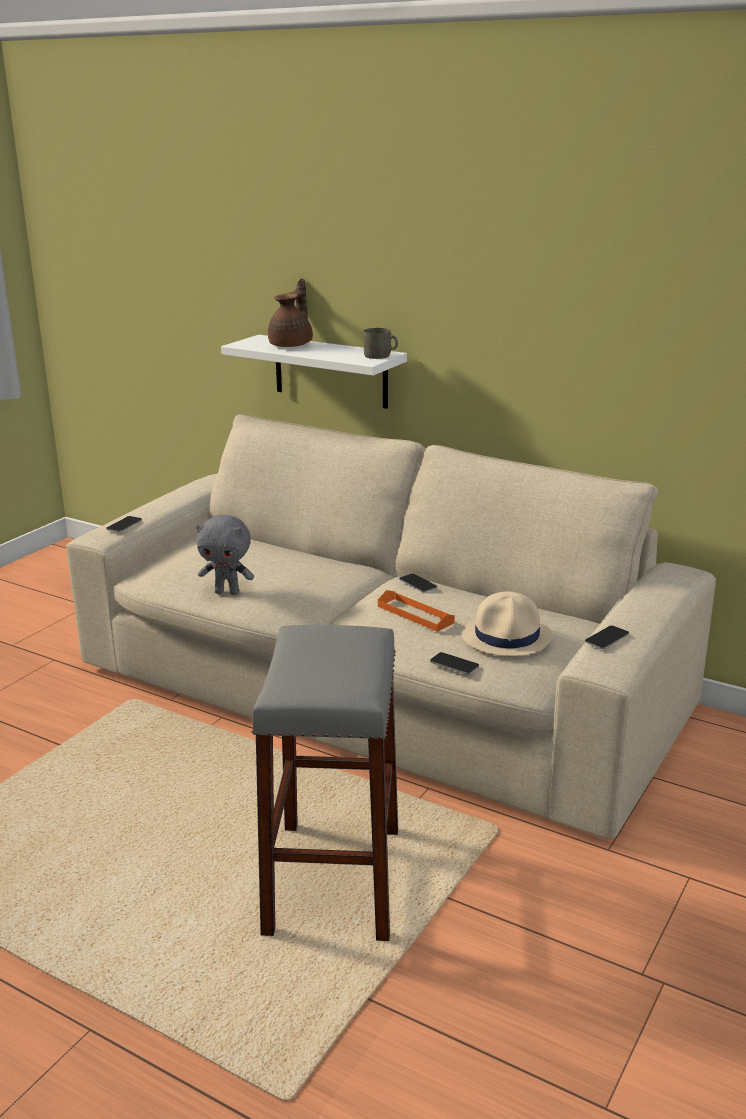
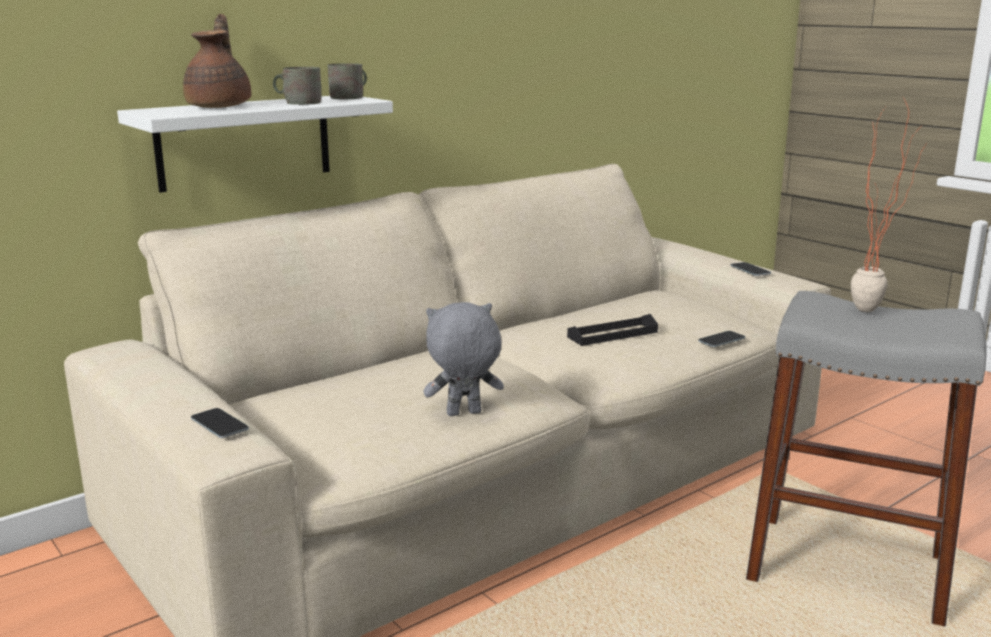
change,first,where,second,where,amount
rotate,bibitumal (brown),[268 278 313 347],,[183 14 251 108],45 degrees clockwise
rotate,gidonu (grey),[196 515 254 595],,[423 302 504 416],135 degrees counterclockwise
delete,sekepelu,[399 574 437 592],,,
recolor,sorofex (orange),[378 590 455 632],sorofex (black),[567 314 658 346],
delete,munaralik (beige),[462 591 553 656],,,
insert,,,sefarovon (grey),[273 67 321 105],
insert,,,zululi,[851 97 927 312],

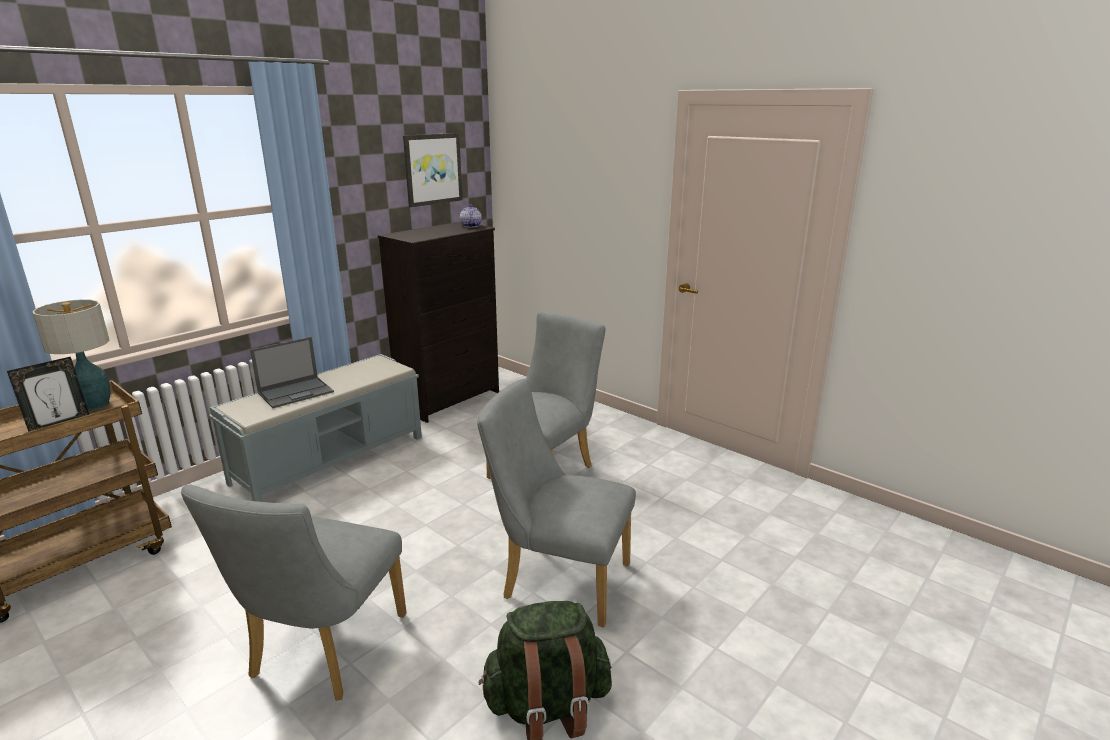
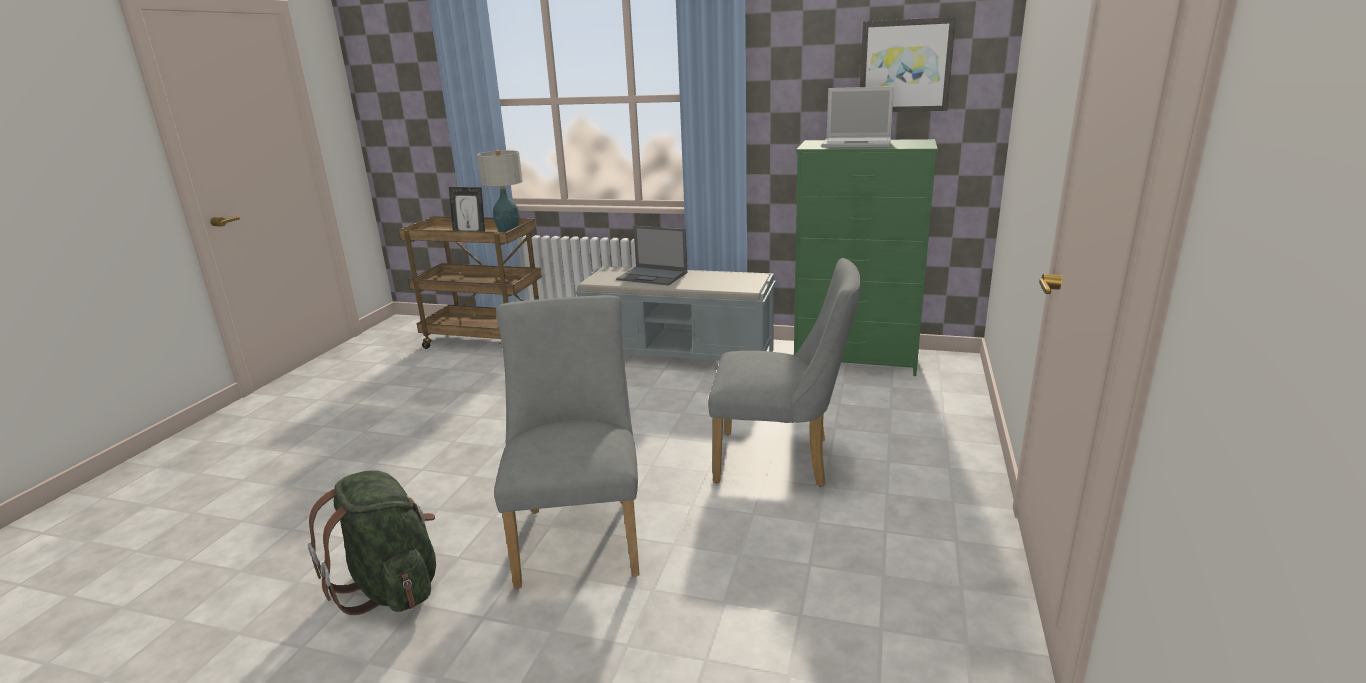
change,first,where,second,where,amount
delete,bibitumal,[460 204 482 228],,,
recolor,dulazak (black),[378 222 499 423],dulazak (green),[794 139 938 376],
delete,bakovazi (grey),[181 484 407 701],,,
insert,,,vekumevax,[822 86 894 147],

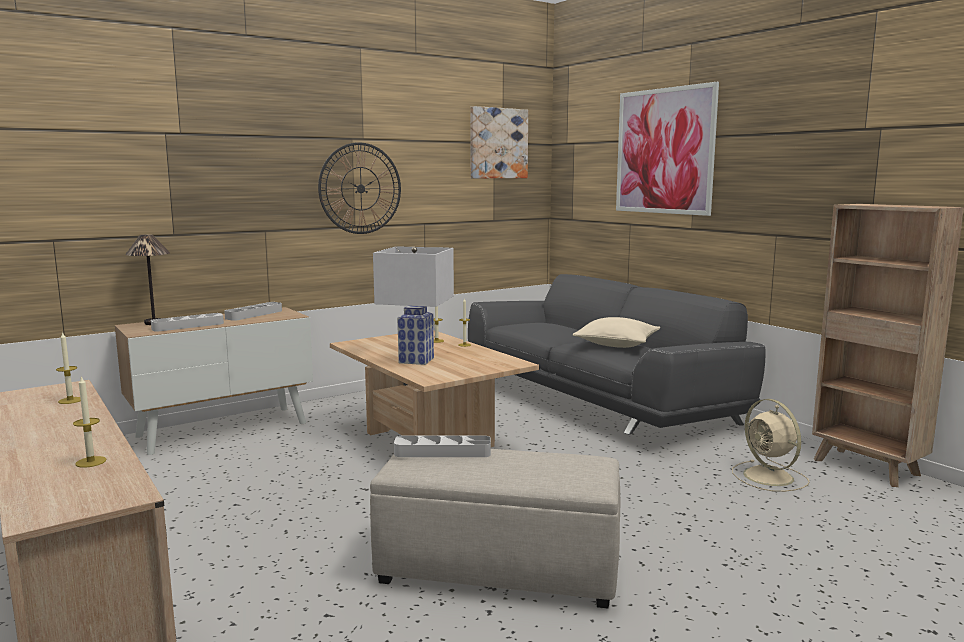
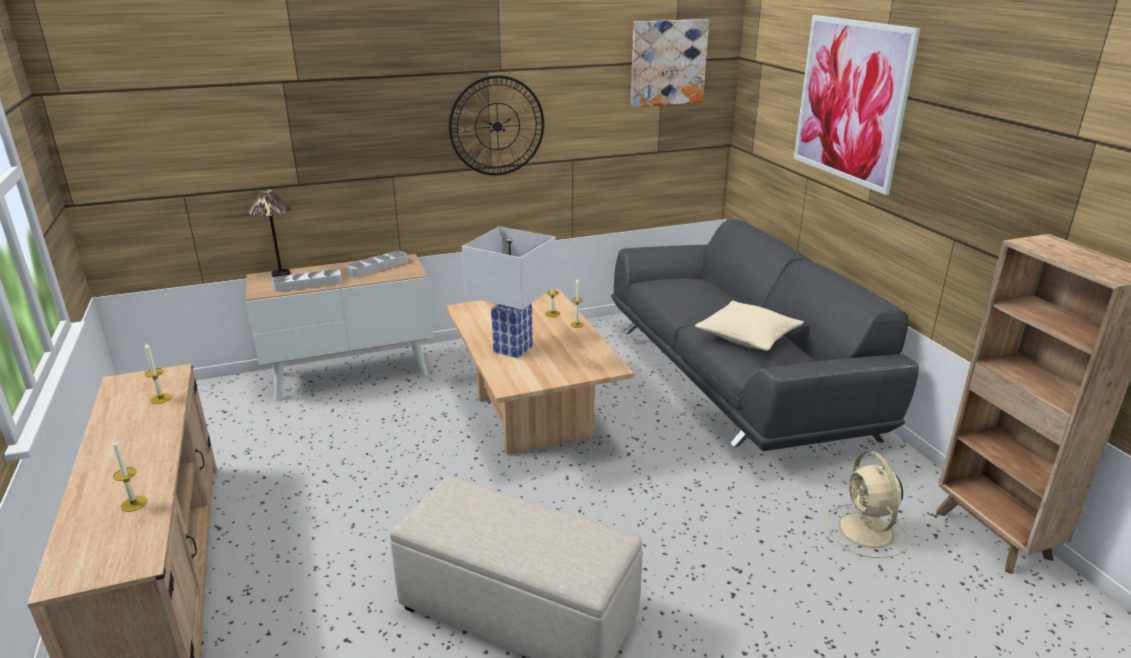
change,first,where,second,where,amount
delete,sorofex (grey),[394 435 491 457],,,

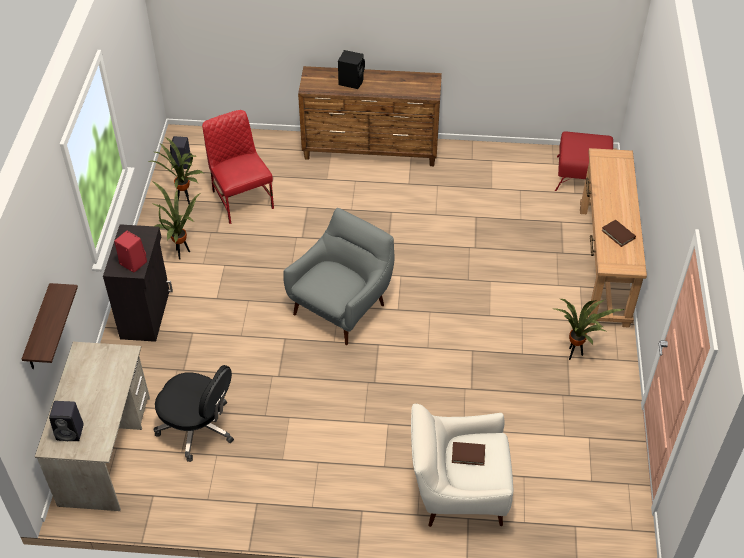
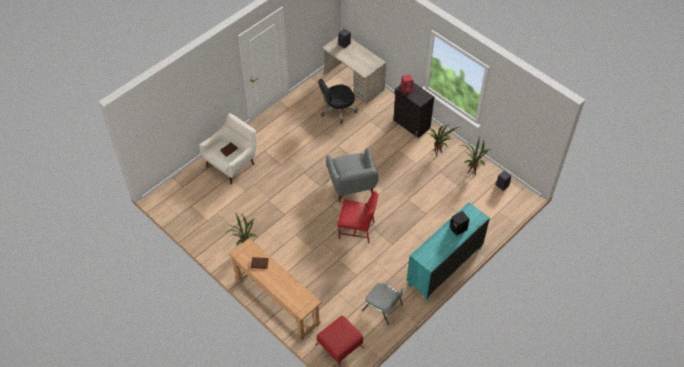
change,first,where,second,where,amount
recolor,dulazak (brown),[298 66 442 166],dulazak (turquoise),[407 202 490 300],
move,bakovazi (red),[202 110 274 224],,[337 191 378 244],
delete,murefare,[22 283 78 369],,,
insert,,,bakovazi (grey),[362 283 403 325],

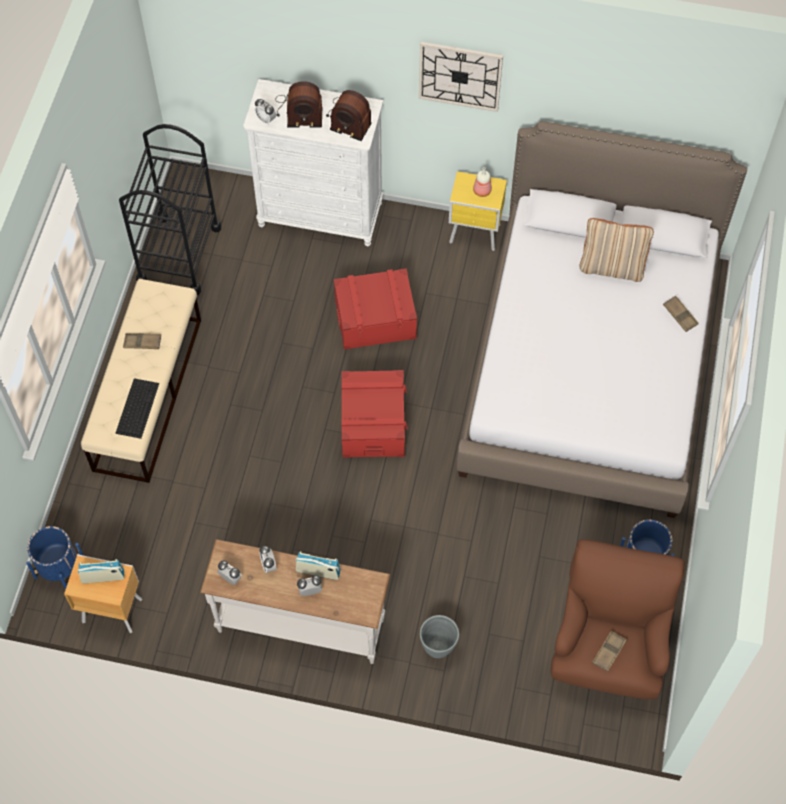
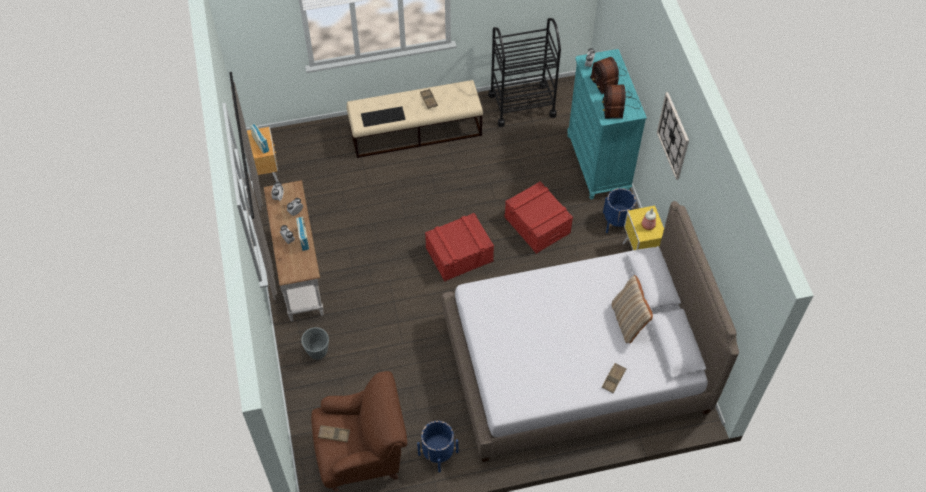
change,first,where,second,where,amount
recolor,dulazak (white),[243 79 383 247],dulazak (turquoise),[567 49 647 200],
move,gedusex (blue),[26 526 84 590],,[603 188 636 233],

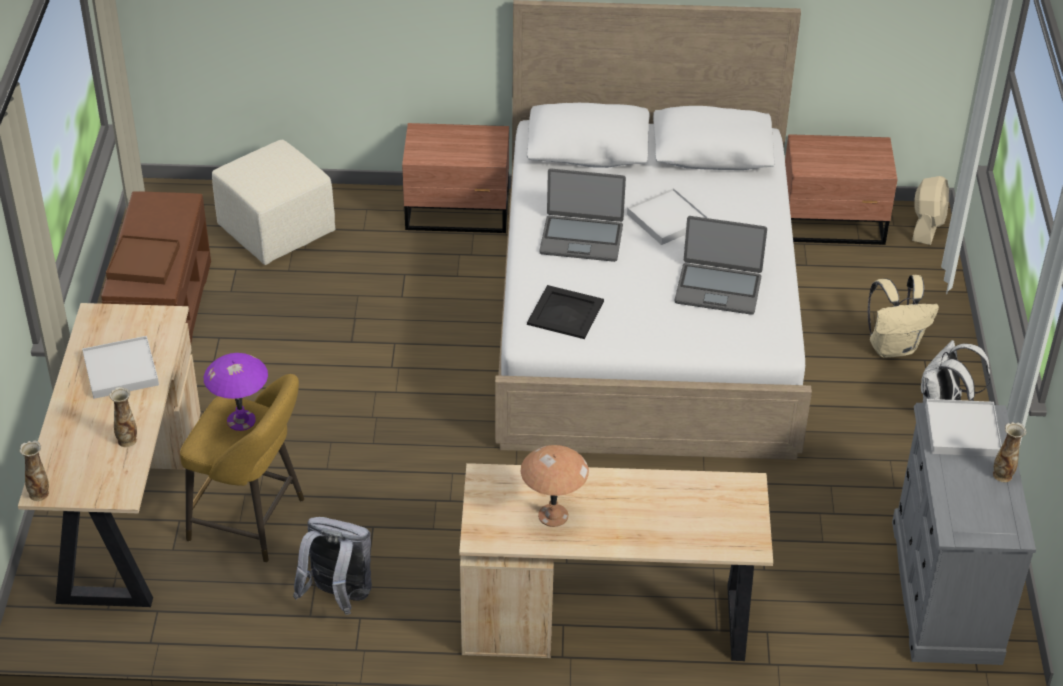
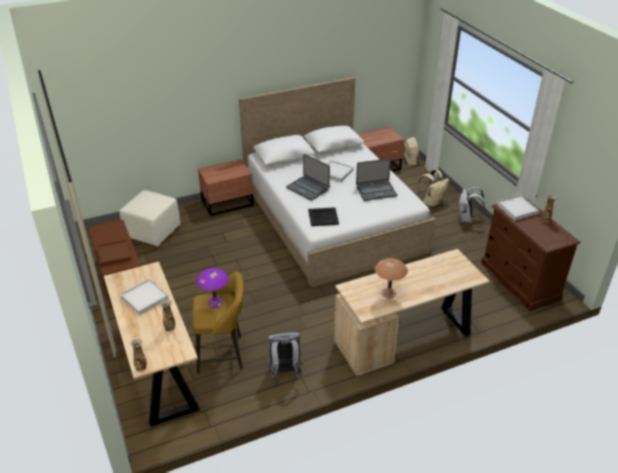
change,first,where,second,where,amount
rotate,vekumevax,[539 169 626 262],,[286 154 330 201],60 degrees clockwise
recolor,dulazak (grey),[892 403 1036 665],dulazak (brown),[481 196 580 311],

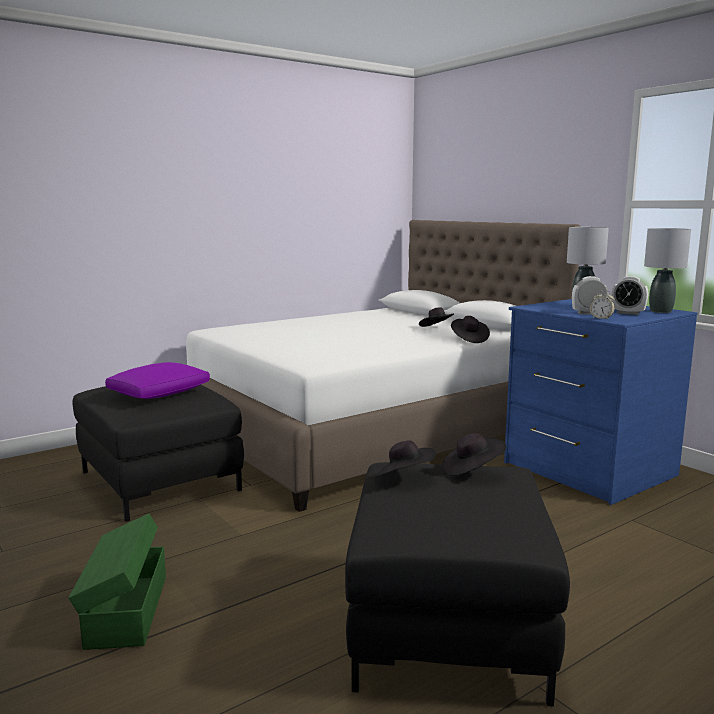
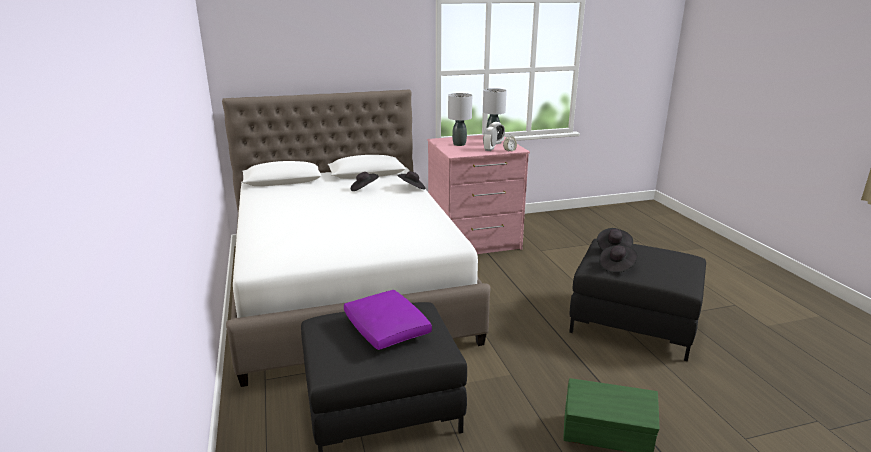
change,first,where,second,where,amount
recolor,dulazak (blue),[504 299 698 505],dulazak (pink),[427 135 530 254],

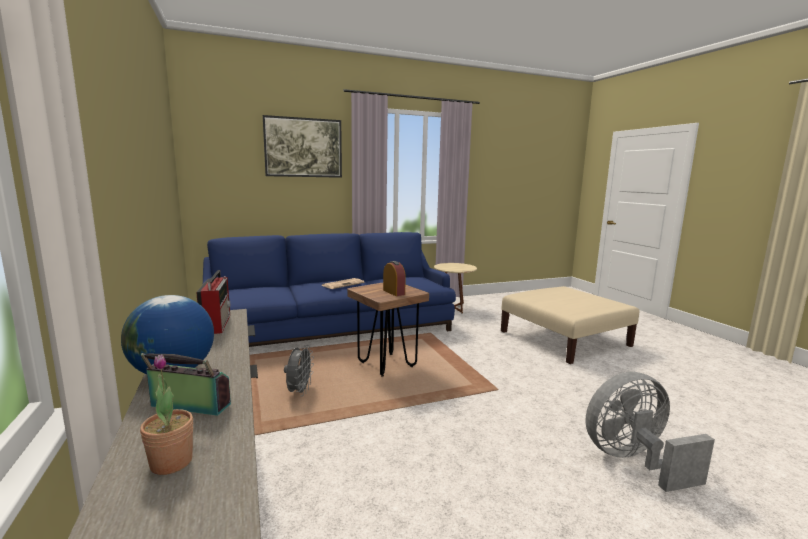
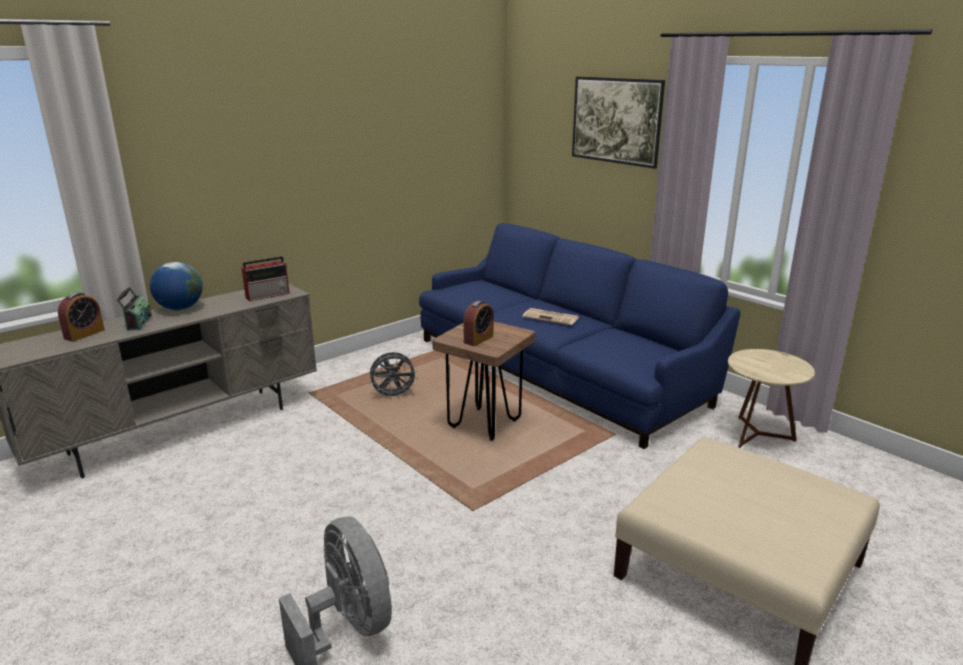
change,first,where,second,where,amount
replace,zululi,[140 354 193 475],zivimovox,[58 292 105 342],

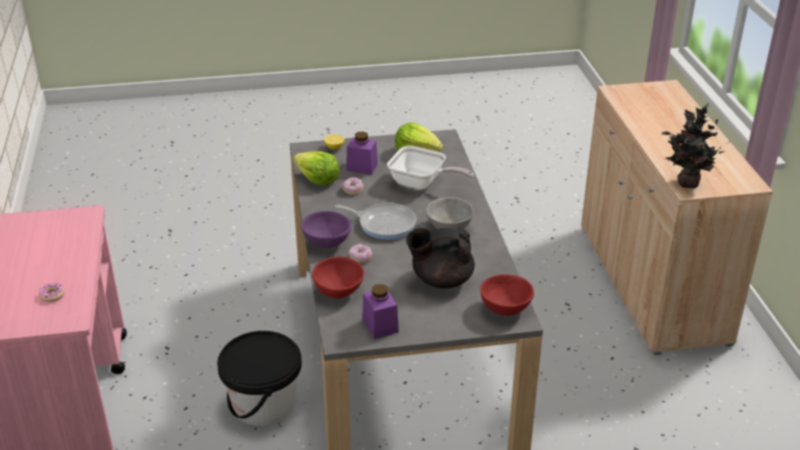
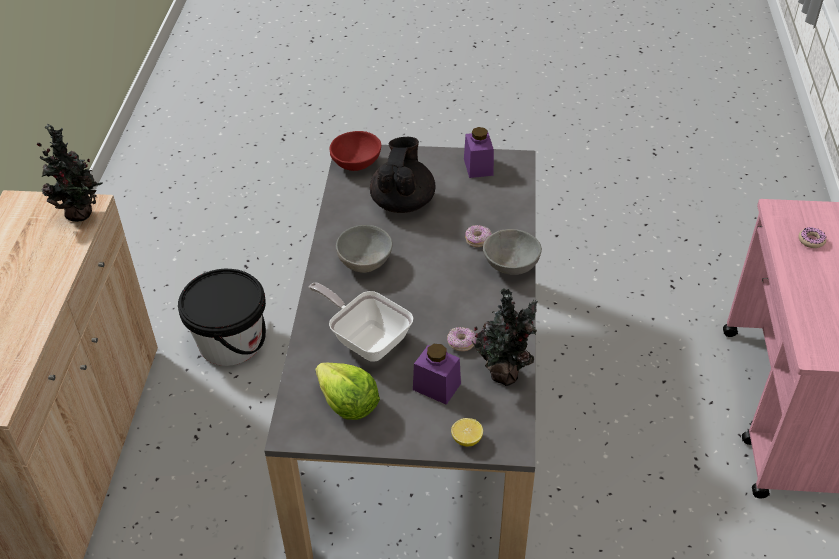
change,first,where,second,where,amount
replace,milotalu,[293 151 340 186],zululi,[472 288 538 386],
delete,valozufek,[335 203 416 240],,,
recolor,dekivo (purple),[301 211 351 248],dekivo (grey),[483 229 542 275],
rotate,bibitumal (black),[406 227 475 289],,[370 137 436 213],90 degrees counterclockwise
delete,dekivo (red),[312 257 364 299],,,
move,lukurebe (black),[217 331 302 426],,[178 269 266 366],

